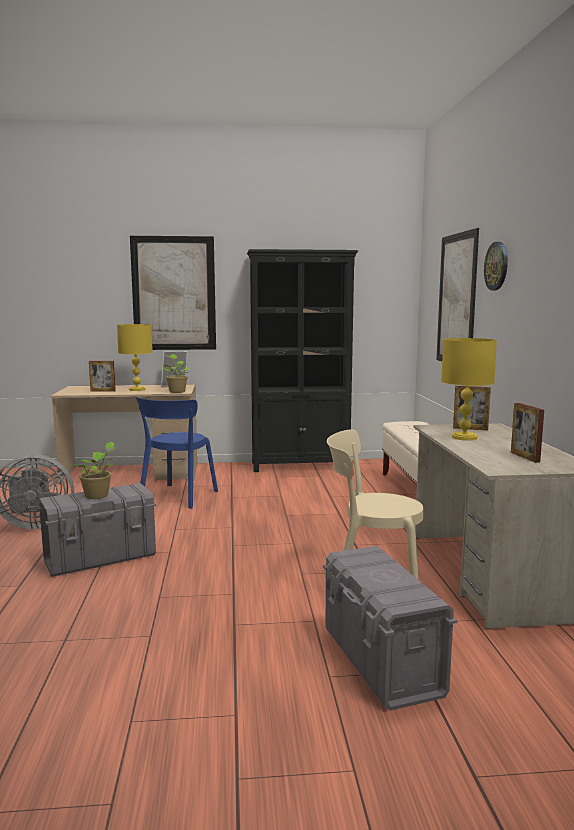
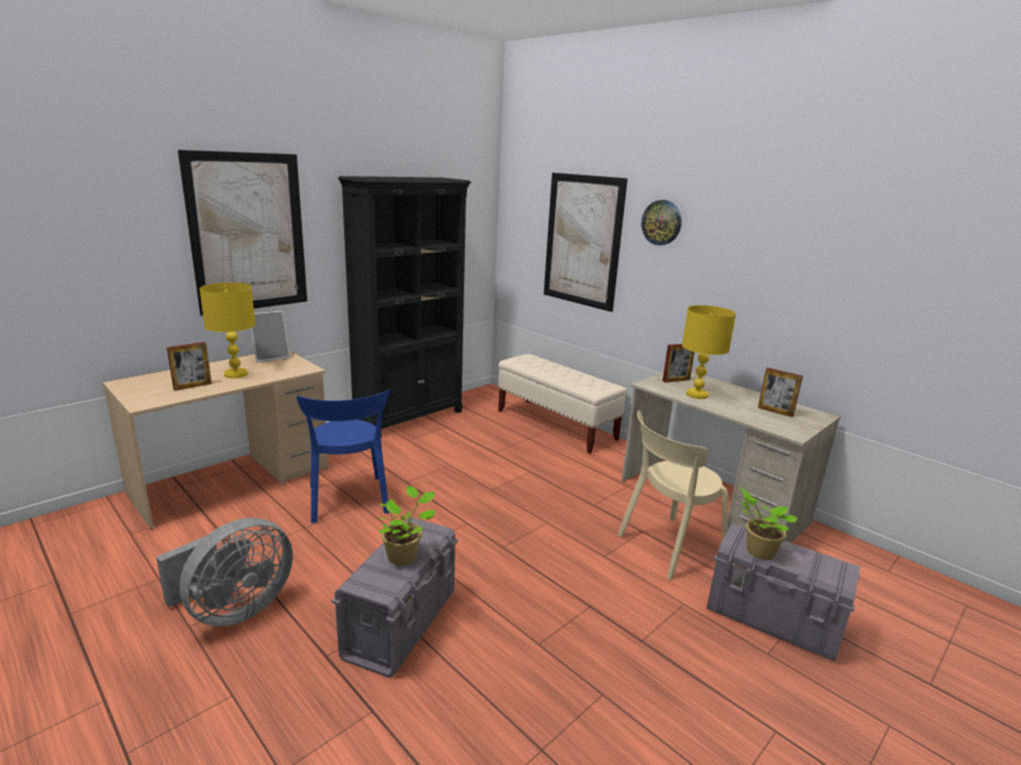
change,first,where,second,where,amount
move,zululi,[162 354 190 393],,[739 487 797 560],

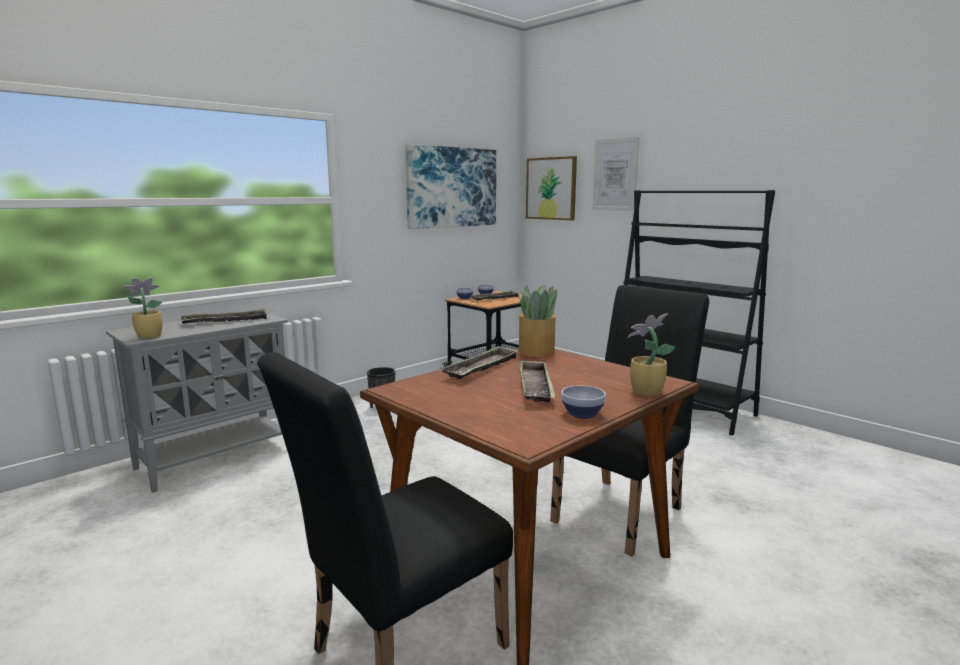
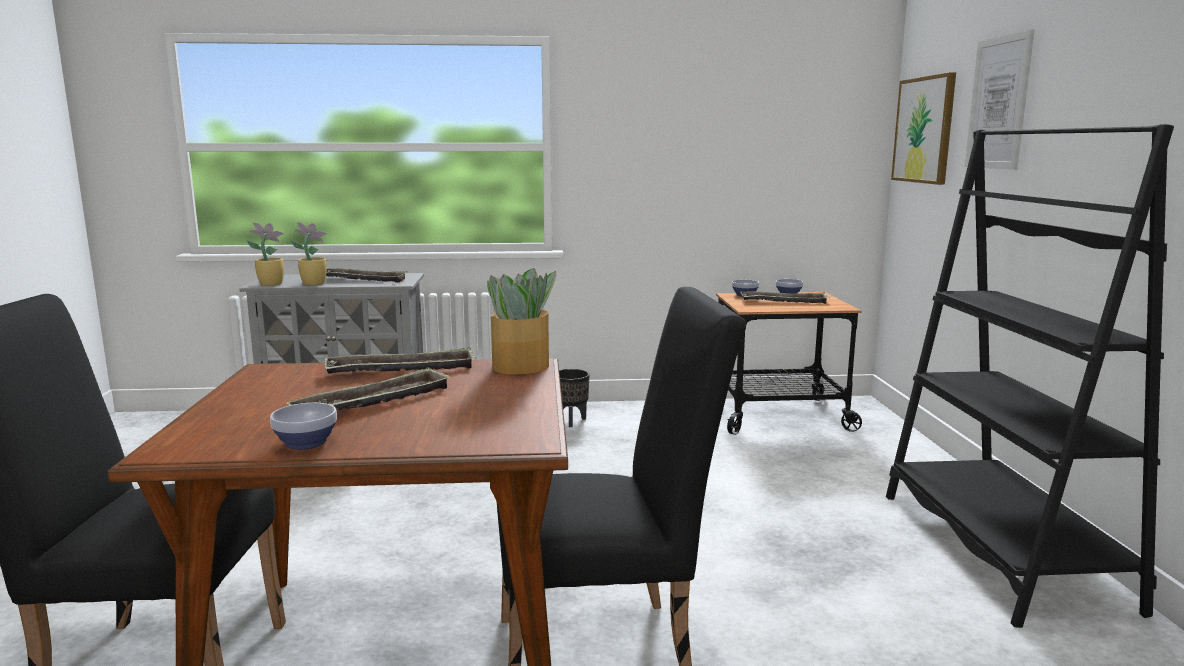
change,first,where,second,where,amount
delete,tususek,[405 144 496 229],,,
move,zululi,[628 313 675 396],,[290 222 327 286],

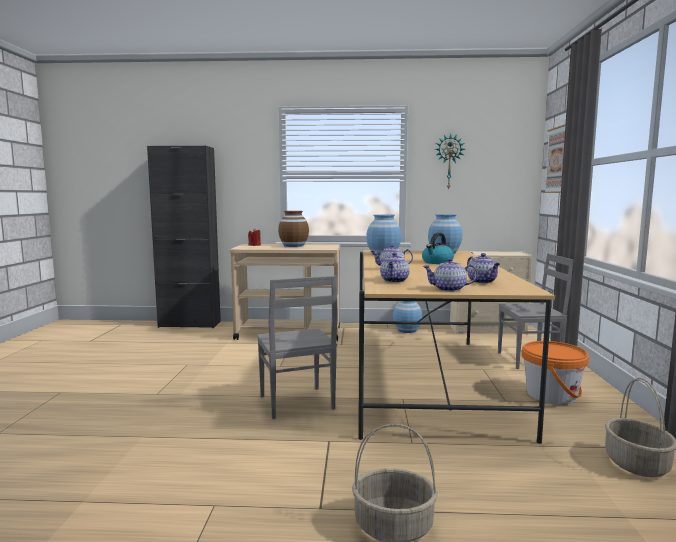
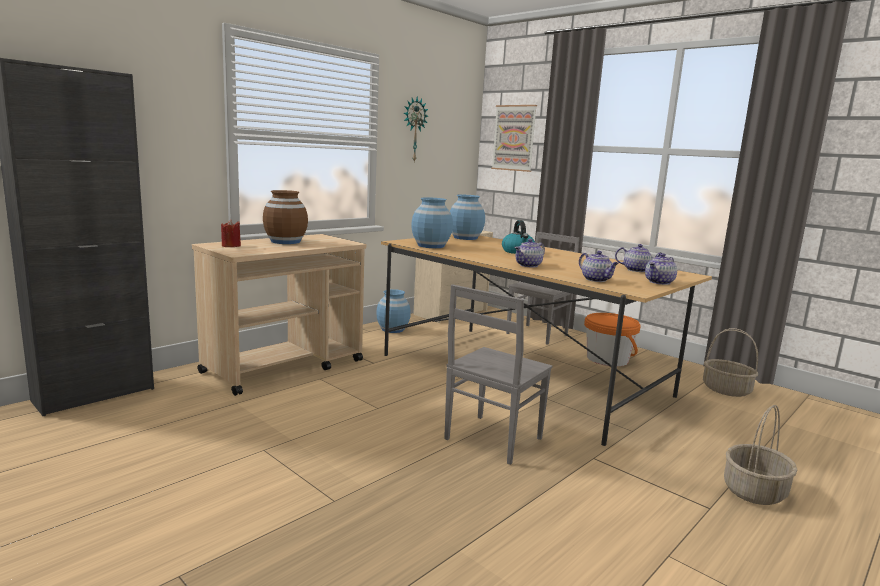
change,first,where,second,where,amount
rotate,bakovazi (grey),[257 276 338 419],,[444 284 552 465],105 degrees clockwise

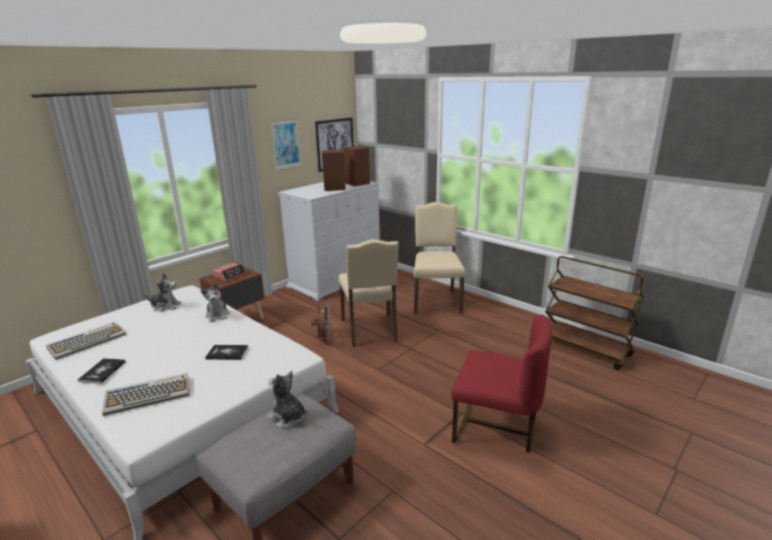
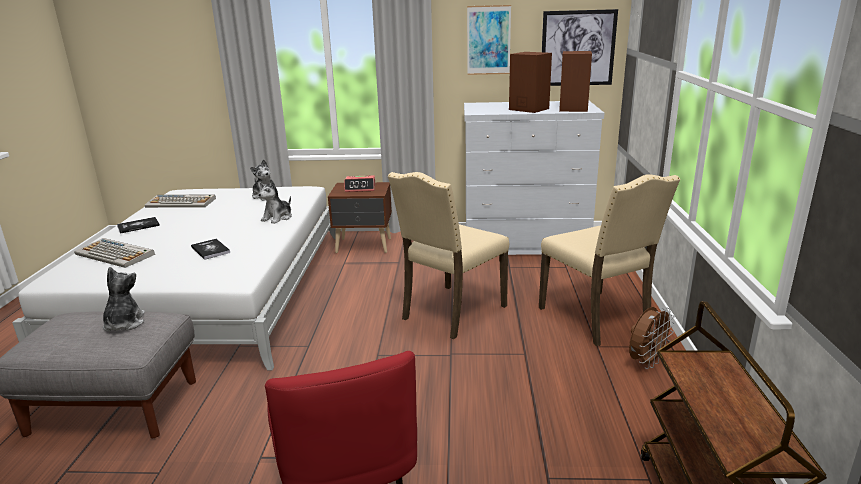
change,first,where,second,where,amount
rotate,bakovazi (beige),[414 202 465 314],,[539 174 680 346],105 degrees clockwise
move,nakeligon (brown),[311 303 330 342],,[629 307 675 369],

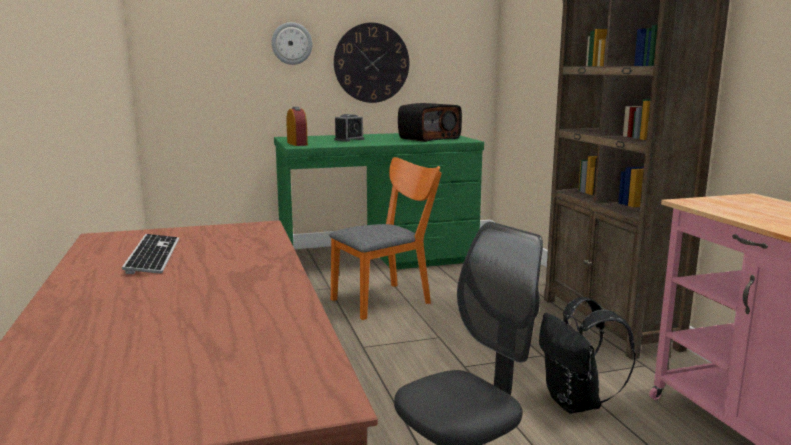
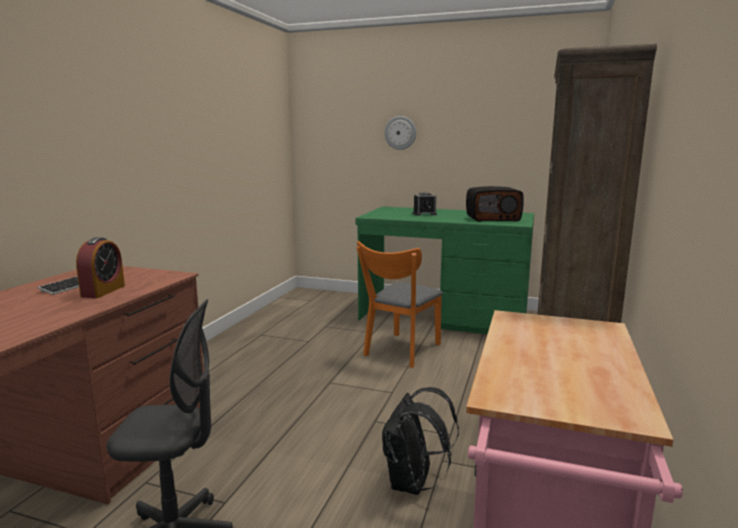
change,first,where,second,where,amount
delete,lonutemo,[334 23 409 103],,,
move,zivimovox,[286 107 308 146],,[76 237 125 298],
rotate,bakovazi (orange),[330 157 442 320],,[357 241 443 368],120 degrees clockwise

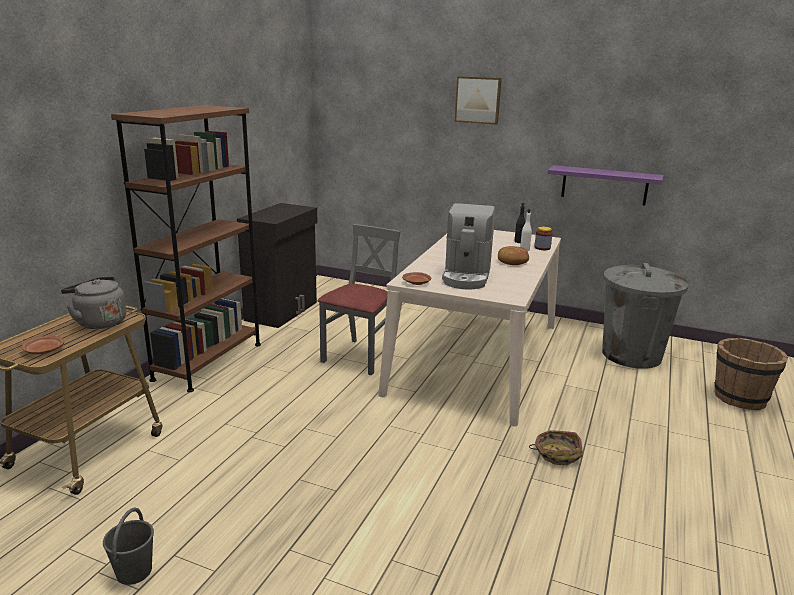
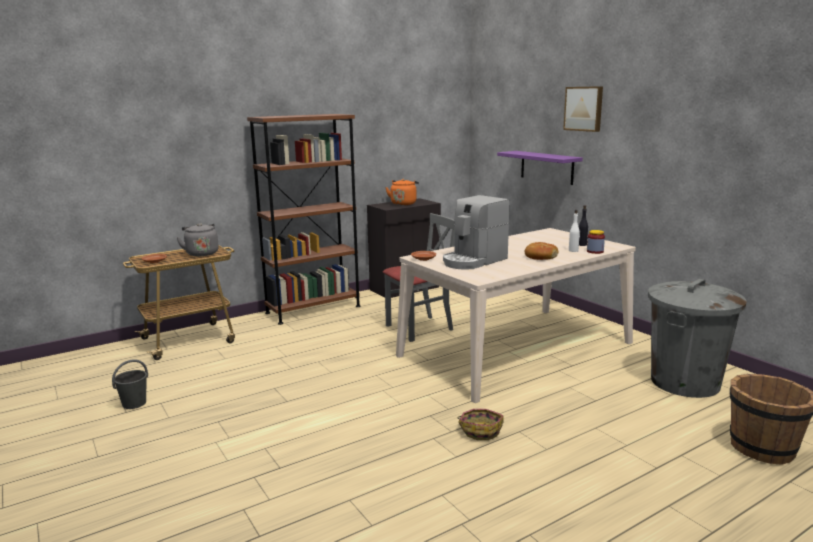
change,first,where,second,where,amount
move,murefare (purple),[548 165 663 205],,[497 151 583 185],
insert,,,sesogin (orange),[385 179 419 205],

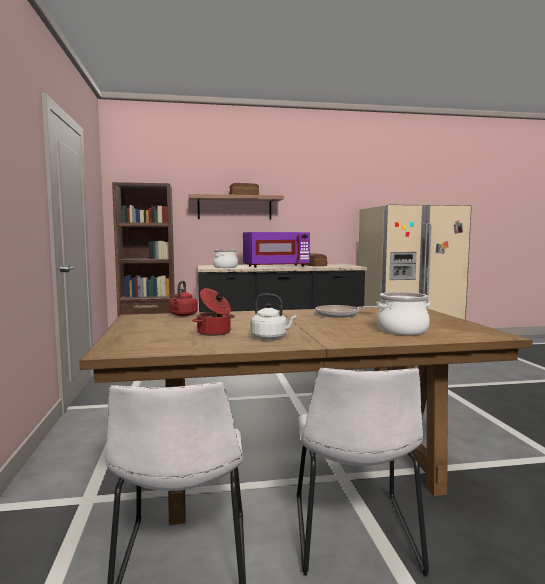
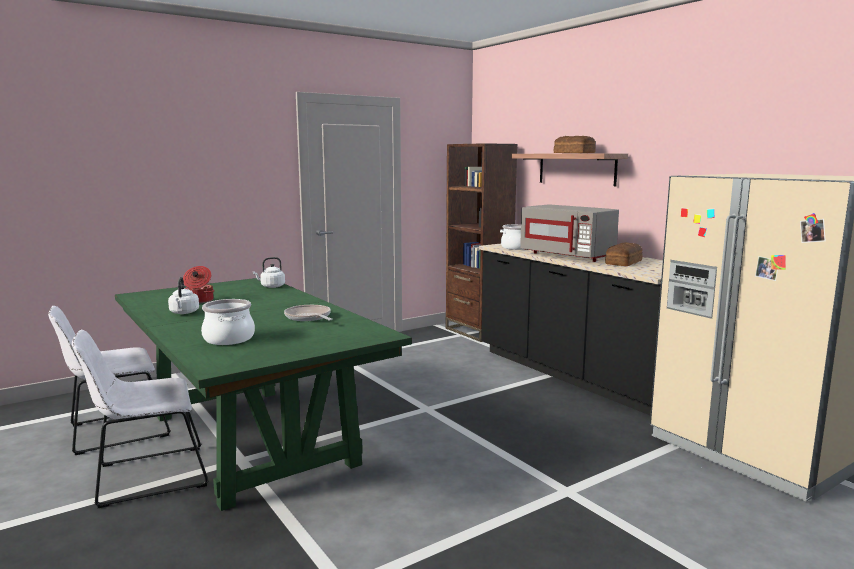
change,first,where,second,where,amount
recolor,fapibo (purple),[243 232 310 268],fapibo (grey),[520 204 619 262],
recolor,sesogin (red),[169 281 198 316],sesogin (white),[253 257 285 288],
recolor,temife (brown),[79 307 533 525],temife (green),[115 278 412 511],

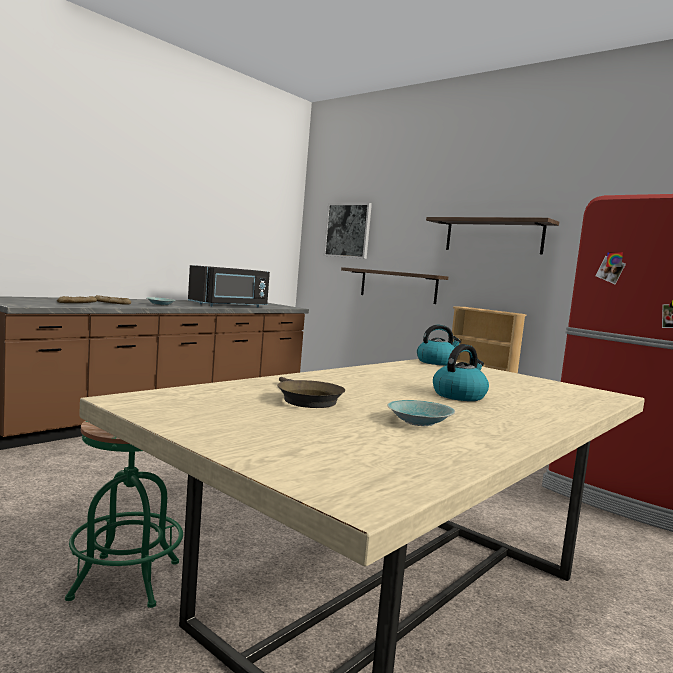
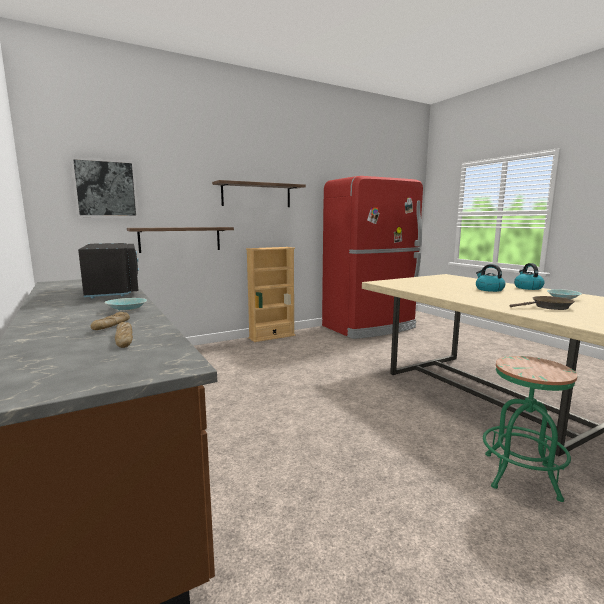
change,first,where,second,where,amount
move,sesogin,[417 325 461 365],,[514 263 545 290],

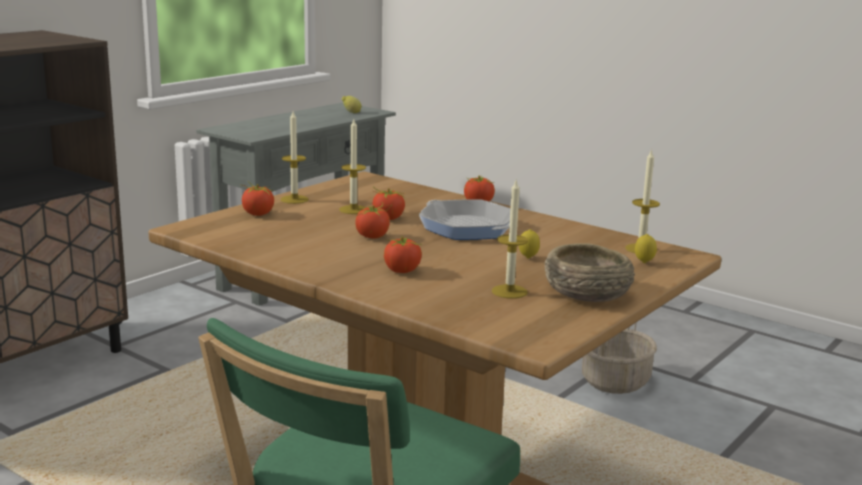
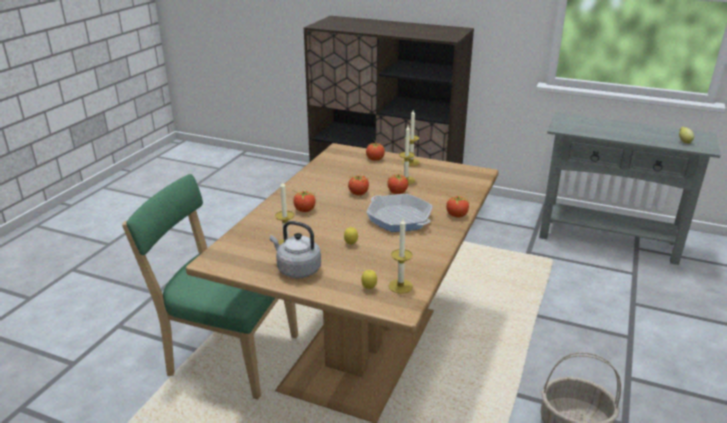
change,first,where,second,where,amount
rotate,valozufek,[419 199 511 240],,[366 194 433 232],105 degrees clockwise
replace,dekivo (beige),[545 243 635 302],sesogin (grey),[270 221 321 278],

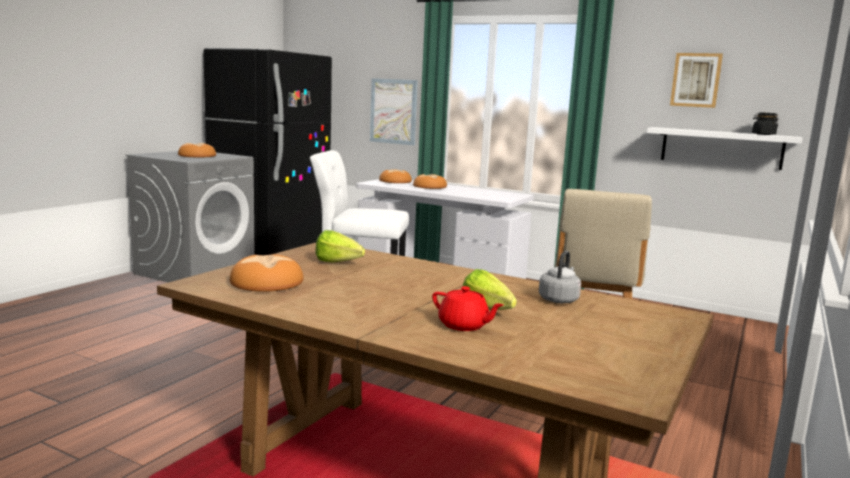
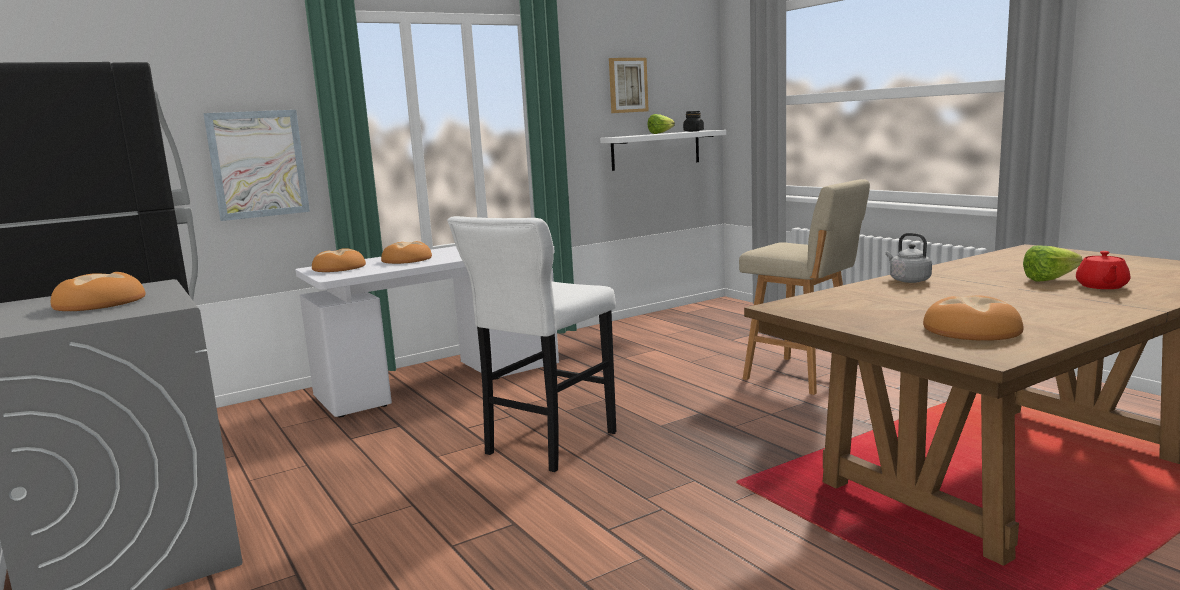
change,first,where,second,where,amount
move,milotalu,[315 230 365 263],,[648 114 675 134],
move,sesogin (grey),[539 250 581 303],,[885 233 932 283],
rotate,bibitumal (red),[432 286 503 331],,[1076 251 1130 289],135 degrees clockwise

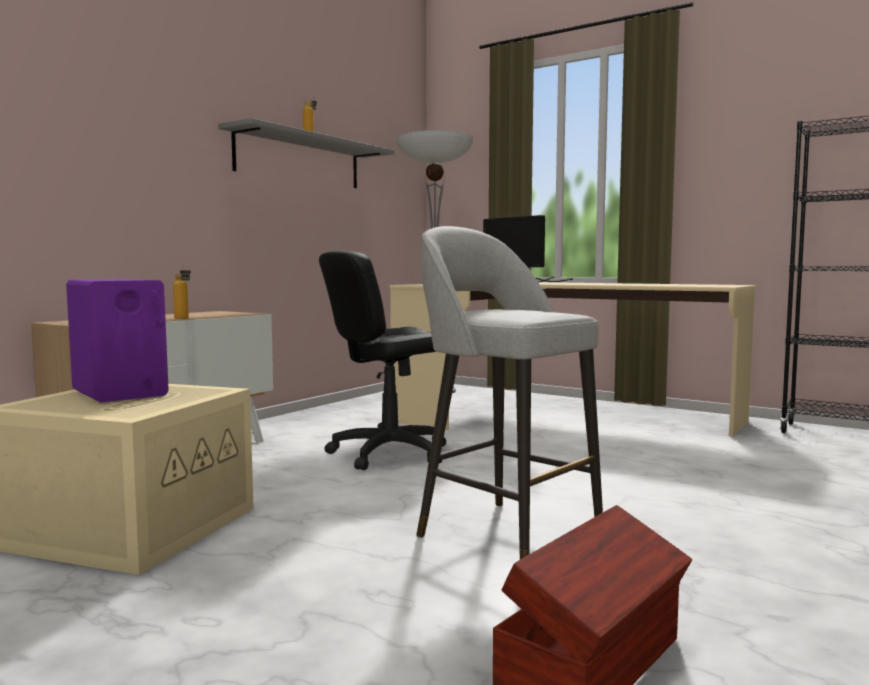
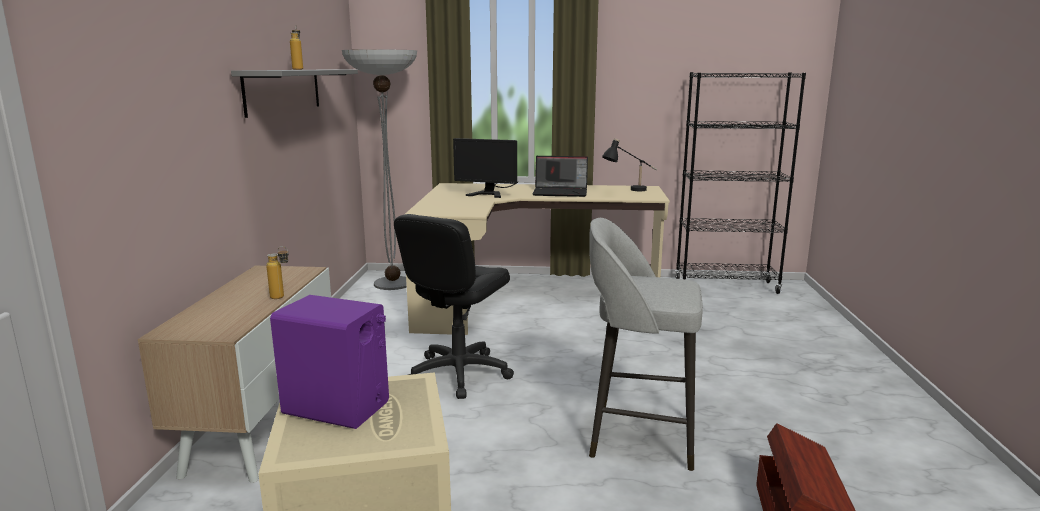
change,first,where,second,where,amount
insert,,,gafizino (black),[602 138 657 191],
insert,,,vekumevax,[533 156 588 197],

